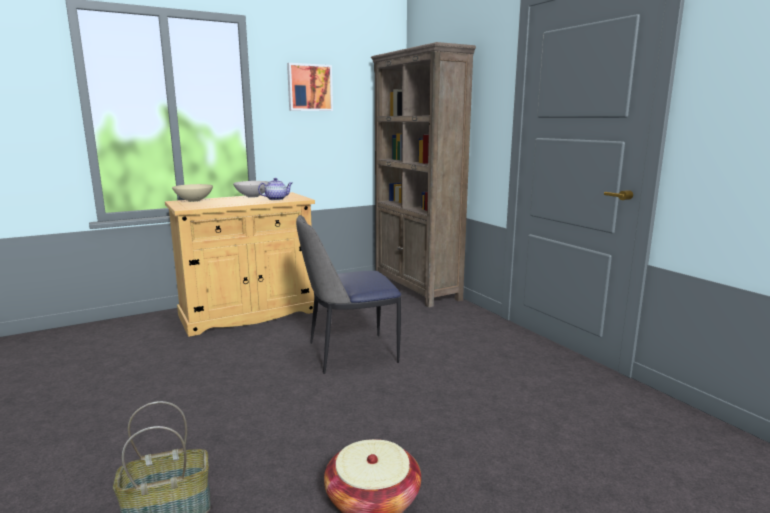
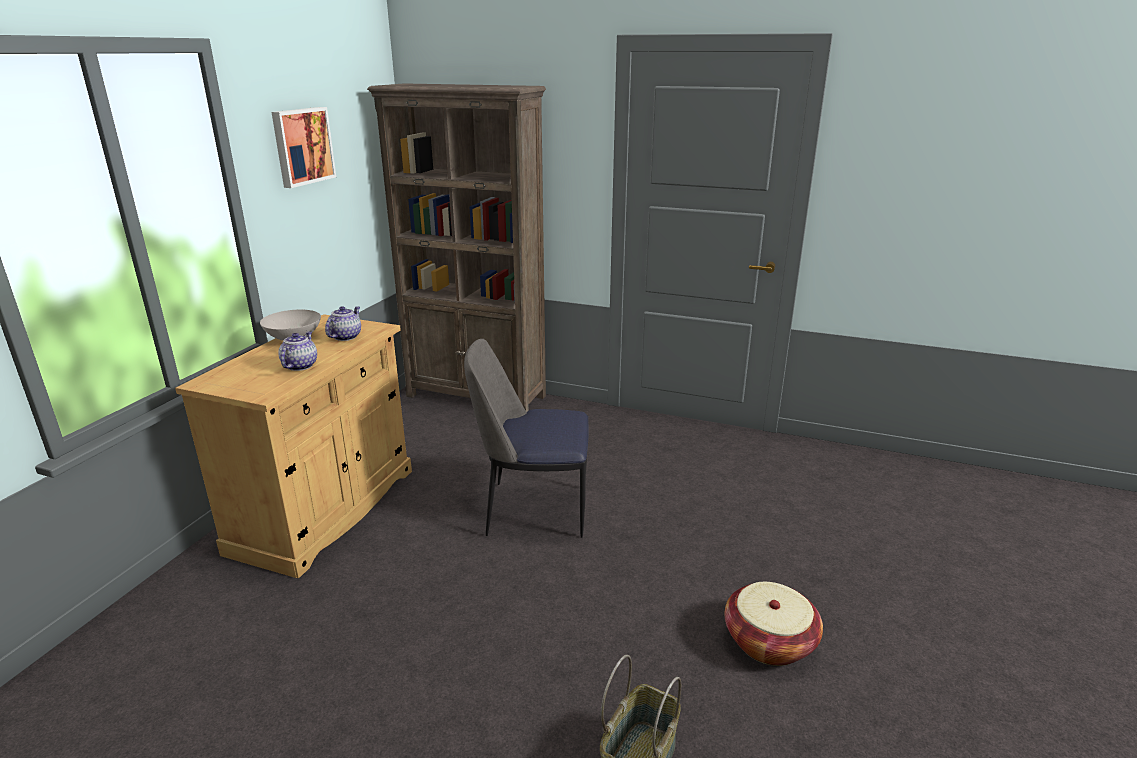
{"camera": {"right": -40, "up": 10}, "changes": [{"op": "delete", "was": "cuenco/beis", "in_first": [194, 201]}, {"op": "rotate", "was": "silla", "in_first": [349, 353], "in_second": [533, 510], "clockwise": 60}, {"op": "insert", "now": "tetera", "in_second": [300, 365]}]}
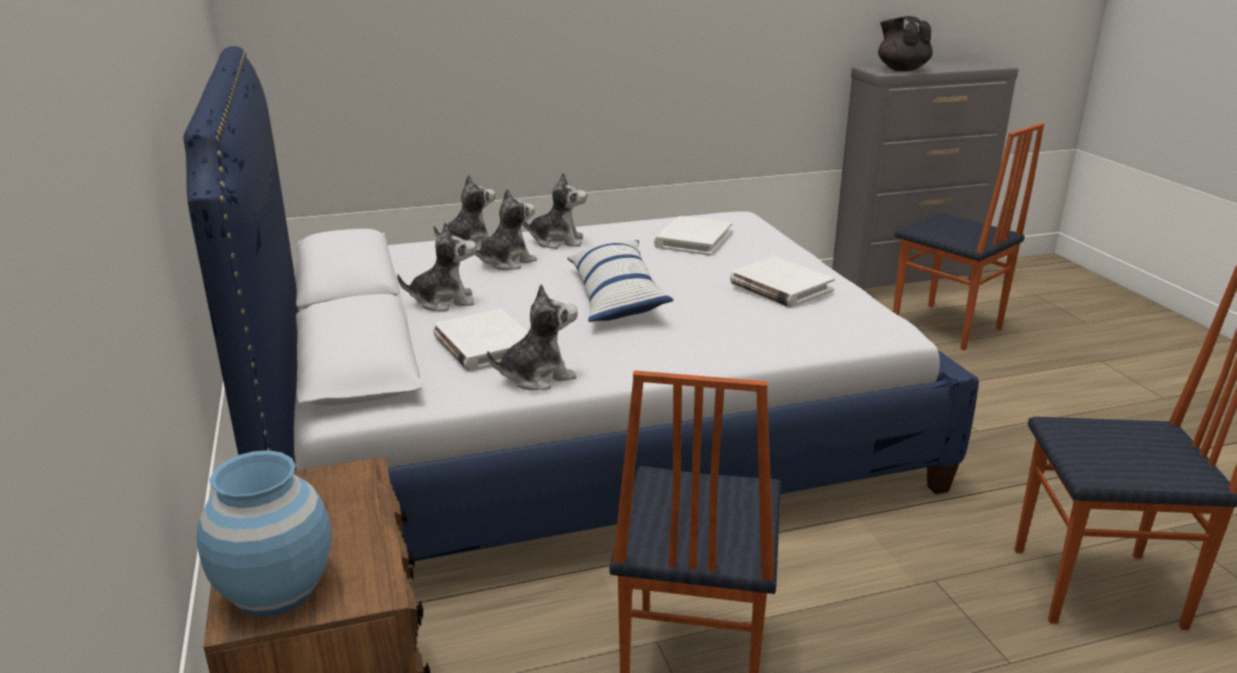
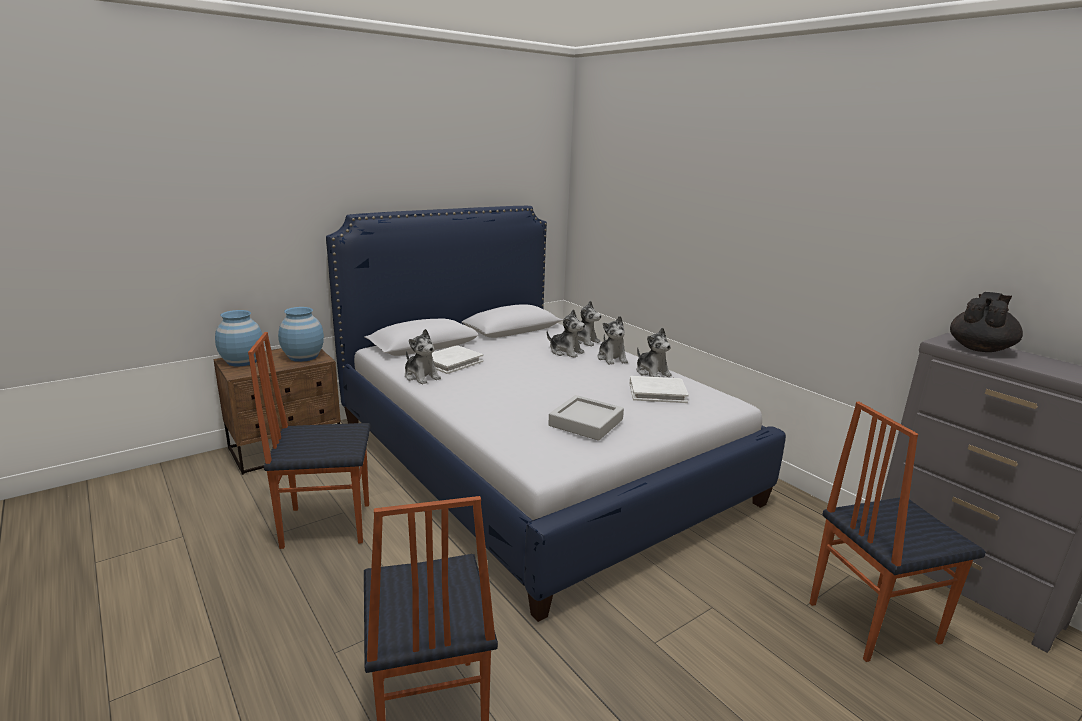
{"camera": {"right": 70, "up": -5}, "changes": [{"op": "rotate", "was": "silla", "in_first": [946, 327], "in_second": [870, 621], "clockwise": 45}, {"op": "move", "was": "peluche", "in_first": [443, 301], "in_second": [652, 372]}, {"op": "delete", "was": "cojín", "in_first": [615, 296]}, {"op": "replace", "was": "libro/blanco", "now": "bandeja/gris", "in_first": [780, 287], "in_second": [586, 423]}, {"op": "insert", "now": "florero/azul", "in_second": [303, 357]}]}
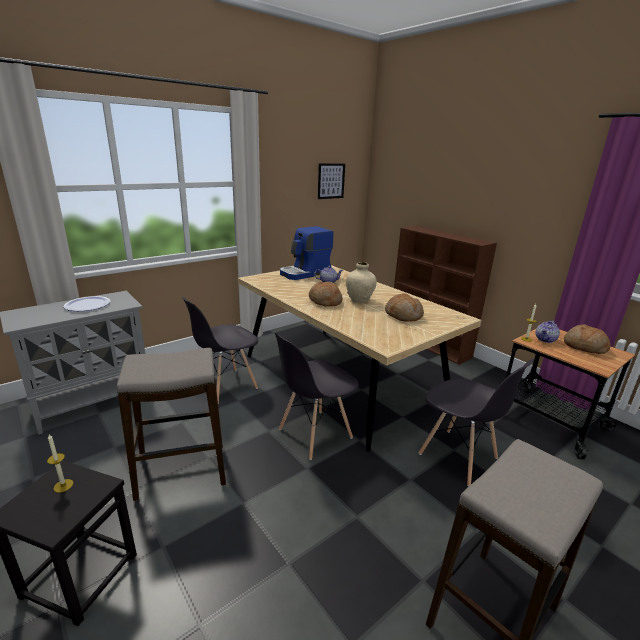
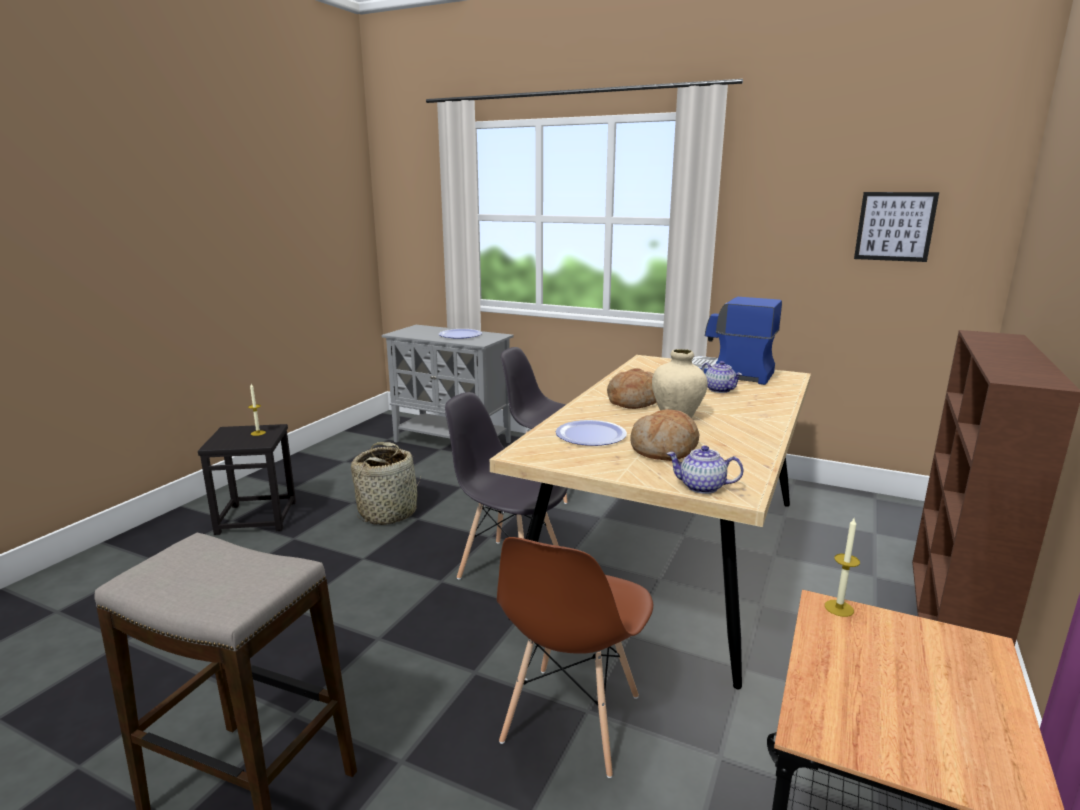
{"camera": {"right": 65, "up": -5}, "changes": [{"op": "move", "was": "tetera", "in_first": [545, 340], "in_second": [701, 487]}, {"op": "delete", "was": "pan", "in_first": [584, 347]}, {"op": "replace", "was": "taburete", "now": "cesta", "in_first": [181, 471], "in_second": [388, 512]}, {"op": "recolor", "was": "silla/gris", "now": "silla/marrón", "in_first": [458, 457], "in_second": [571, 720]}, {"op": "insert", "now": "plato", "in_second": [591, 435]}]}
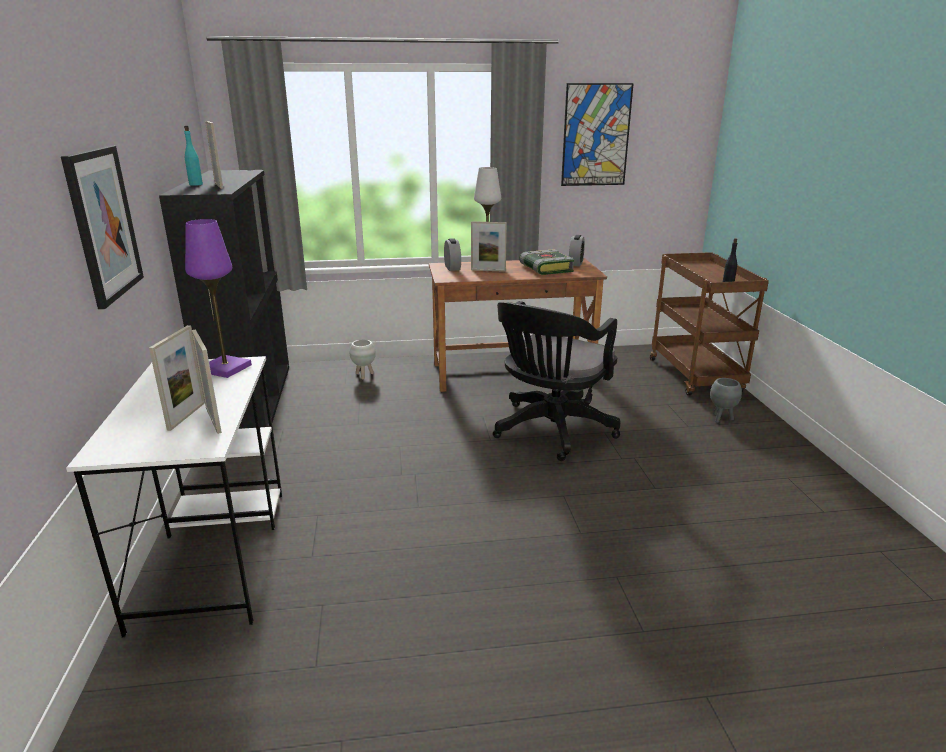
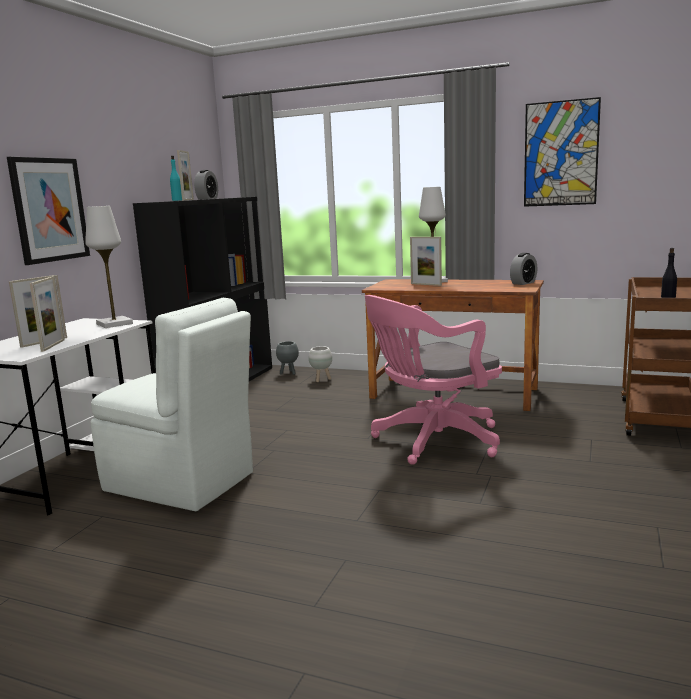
{"camera": {"right": 30, "up": -10}, "changes": [{"op": "recolor", "was": "lámpara de mesa/morado", "now": "lámpara de mesa/blanco", "in_first": [225, 368], "in_second": [114, 324]}, {"op": "move", "was": "despertador", "in_first": [452, 268], "in_second": [207, 199]}, {"op": "delete", "was": "libro", "in_first": [545, 269]}, {"op": "recolor", "was": "silla de oficina/negro", "now": "silla de oficina/rosa", "in_first": [550, 431], "in_second": [432, 441]}, {"op": "move", "was": "maceta/gris", "in_first": [721, 419], "in_second": [288, 373]}, {"op": "insert", "now": "silla/blanco", "in_second": [182, 483]}]}
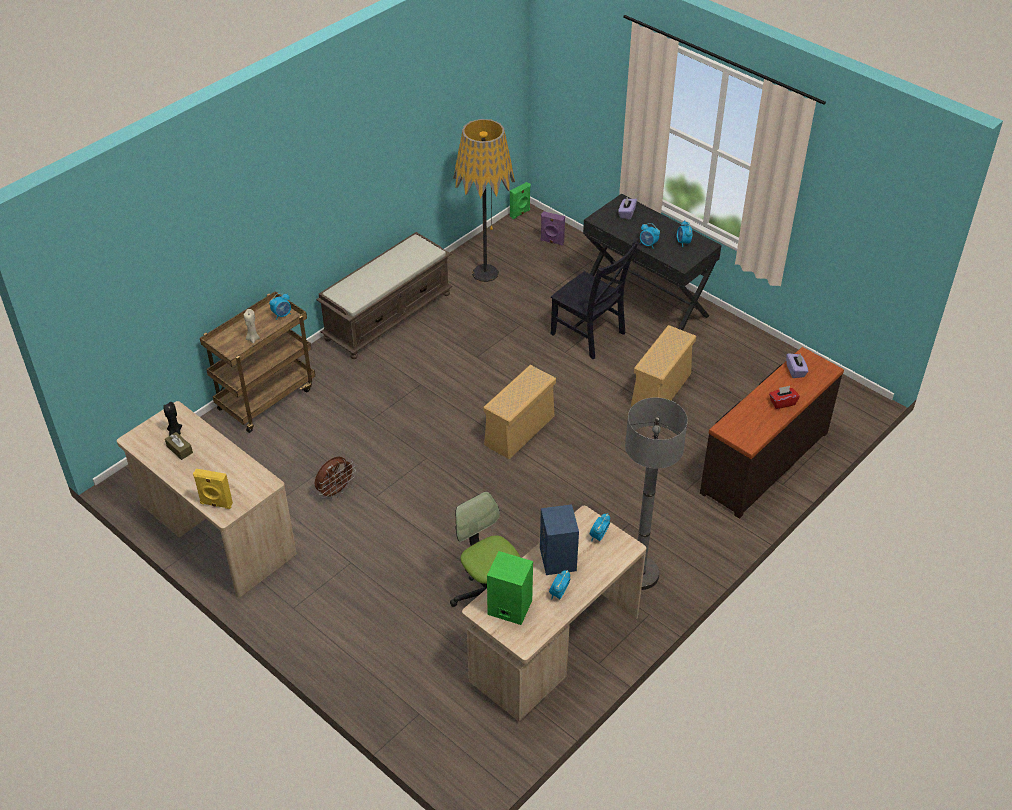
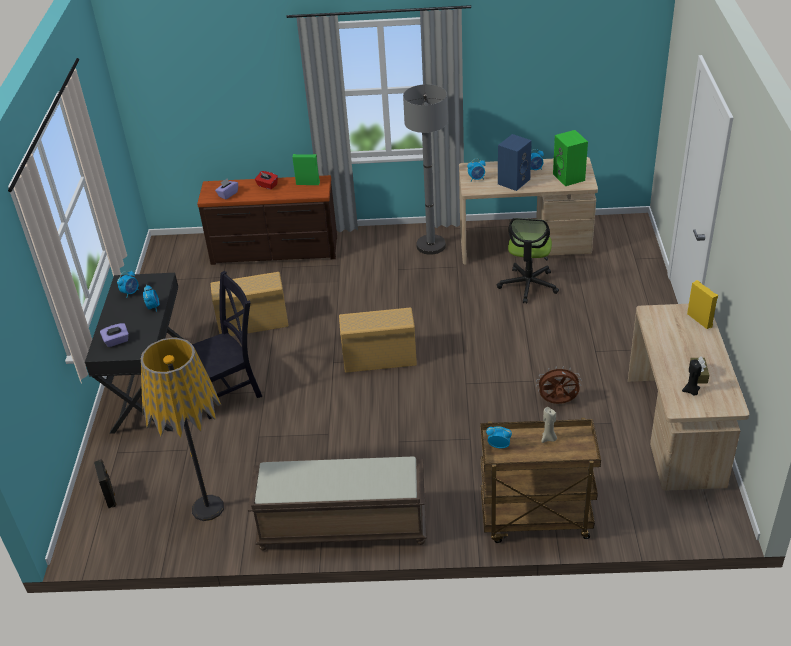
{"camera": {"right": -130, "up": -5}, "changes": [{"op": "move", "was": "altavoz/verde", "in_first": [520, 213], "in_second": [308, 183]}, {"op": "recolor", "was": "altavoz/morado", "now": "altavoz/negro", "in_first": [552, 242], "in_second": [110, 497]}, {"op": "rotate", "was": "silla/negro", "in_first": [590, 335], "in_second": [228, 391], "clockwise": 60}]}
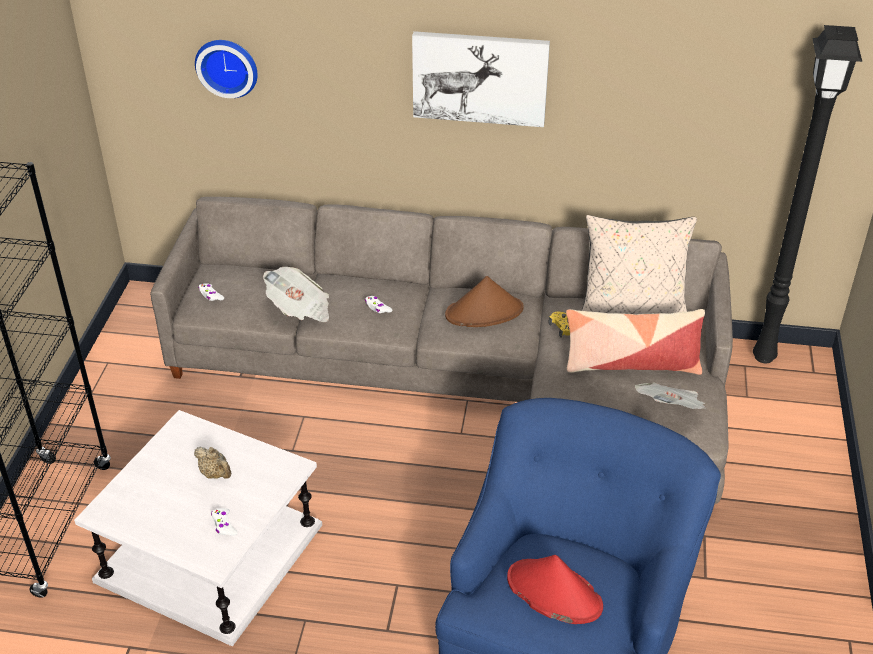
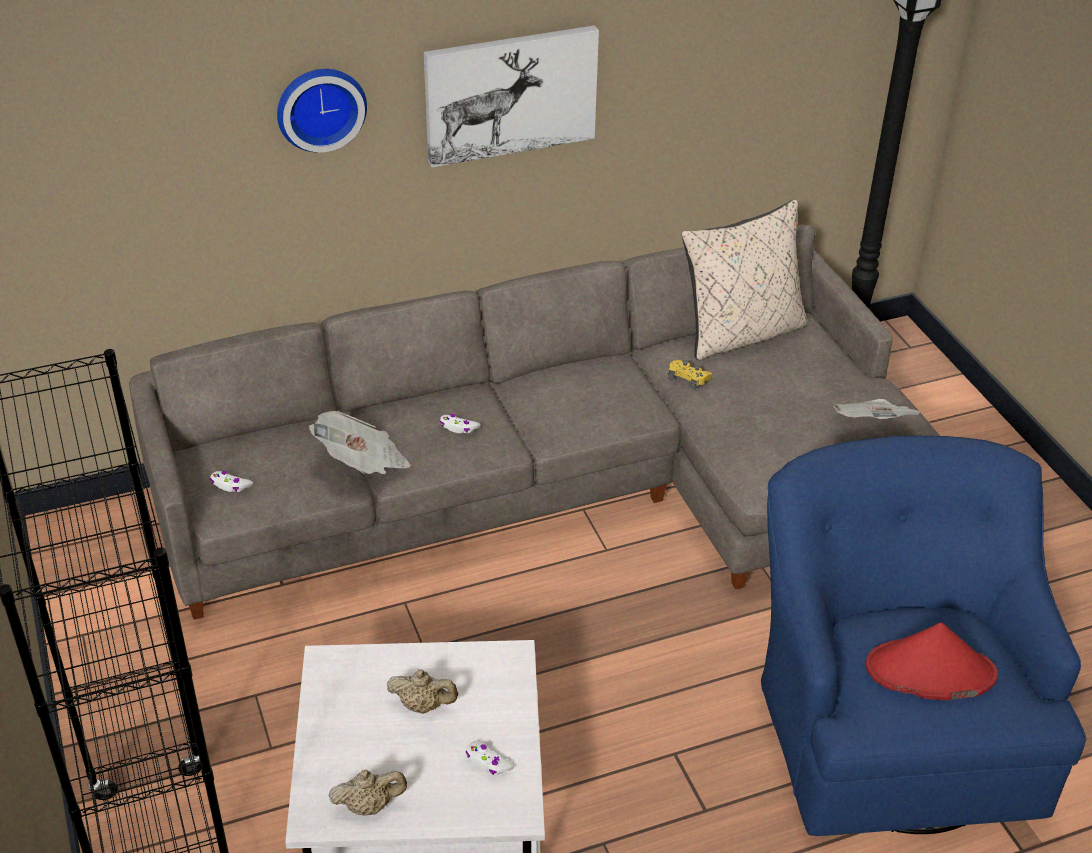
{"camera": {"right": -30, "up": 0}, "changes": [{"op": "move", "was": "reloj de pared", "in_first": [227, 66], "in_second": [320, 107]}, {"op": "delete", "was": "sombrero/marrón", "in_first": [484, 312]}, {"op": "delete", "was": "cojín", "in_first": [631, 363]}, {"op": "insert", "now": "tetera/beis", "in_second": [369, 805]}]}
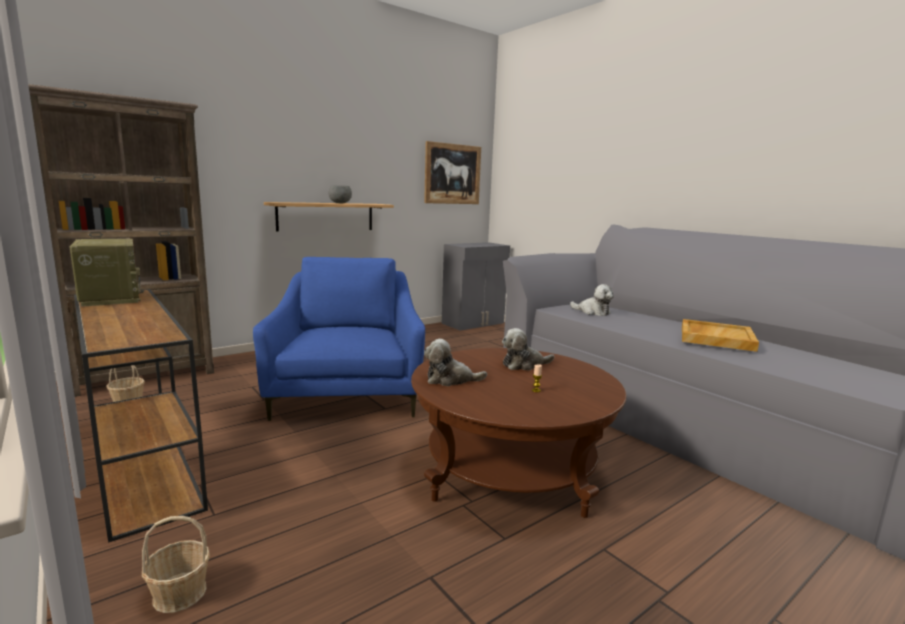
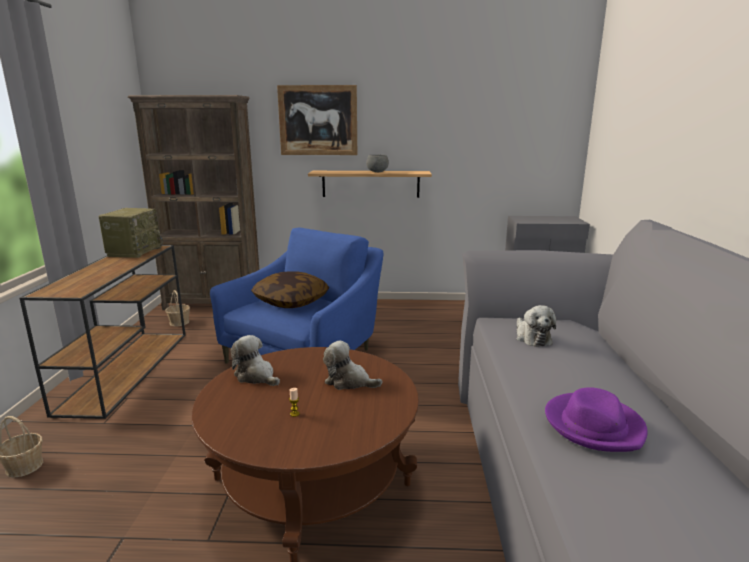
{"camera": {"right": 40, "up": 5}, "changes": [{"op": "move", "was": "cuadro", "in_first": [452, 174], "in_second": [318, 120]}, {"op": "replace", "was": "bandeja/beis", "now": "sombrero/morado", "in_first": [715, 338], "in_second": [594, 425]}, {"op": "insert", "now": "cojín", "in_second": [291, 301]}]}
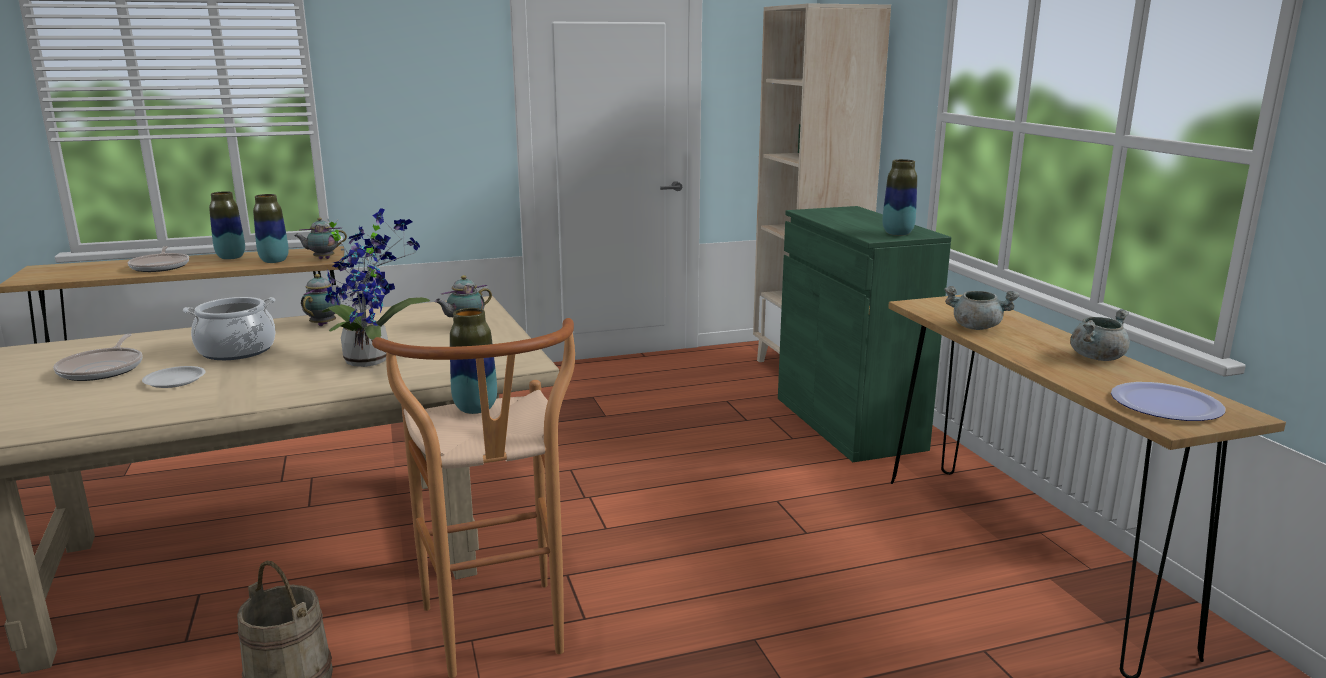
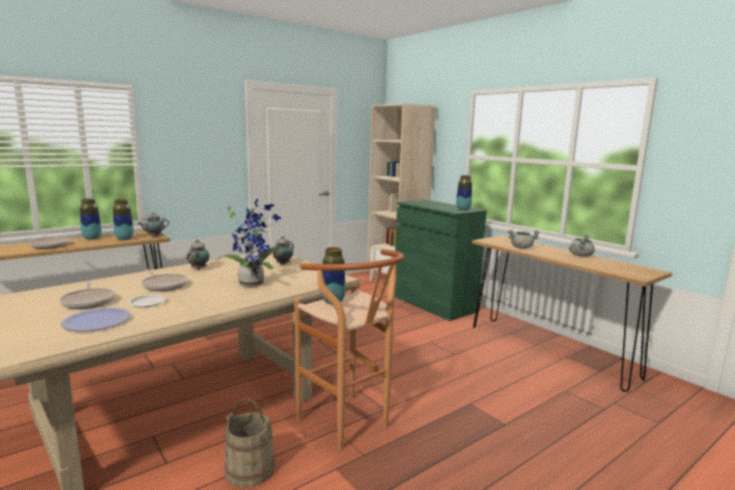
{"camera": {"right": -20, "up": -5}, "changes": [{"op": "replace", "was": "olla", "now": "sartén", "in_first": [236, 350], "in_second": [164, 285]}, {"op": "move", "was": "plato", "in_first": [1166, 404], "in_second": [97, 321]}]}
